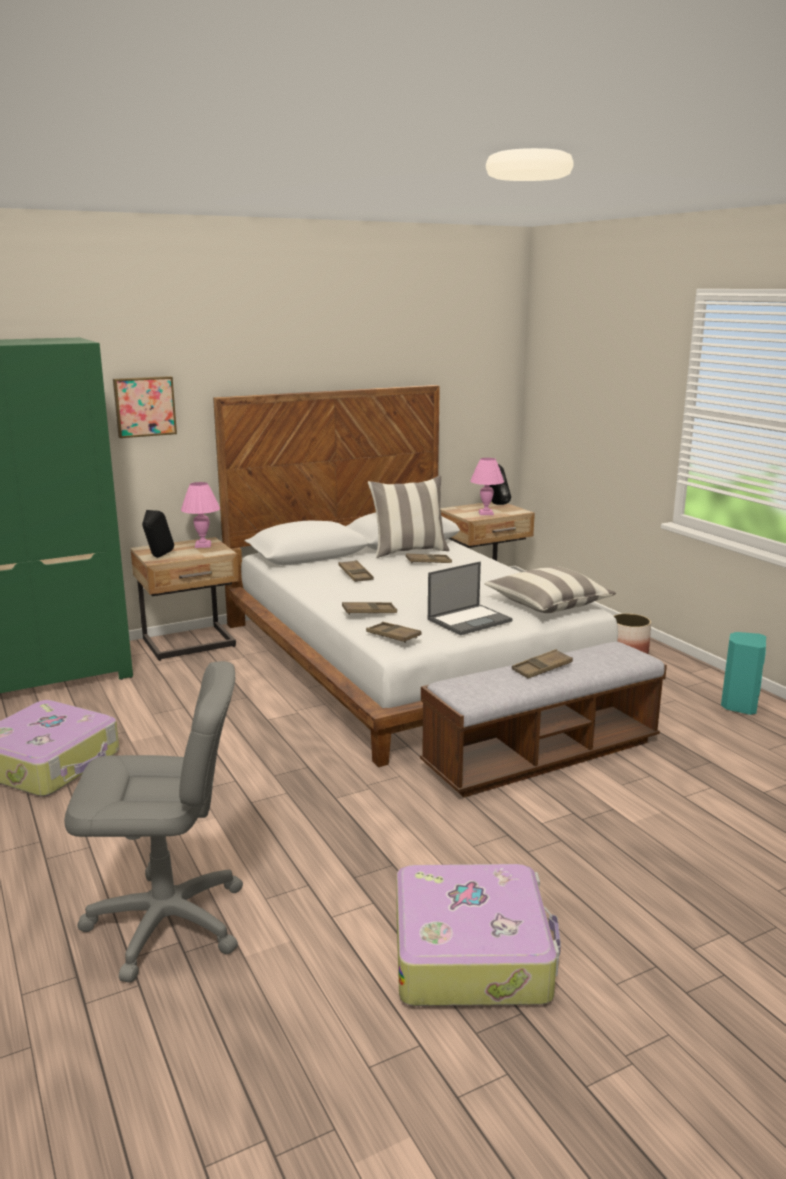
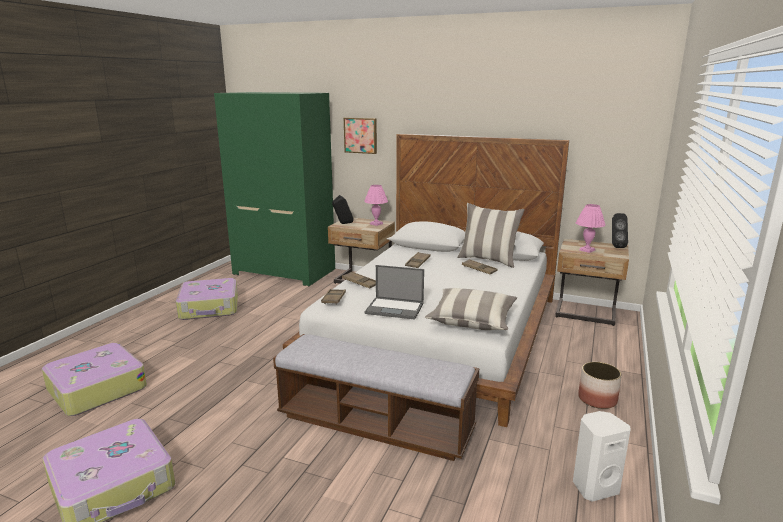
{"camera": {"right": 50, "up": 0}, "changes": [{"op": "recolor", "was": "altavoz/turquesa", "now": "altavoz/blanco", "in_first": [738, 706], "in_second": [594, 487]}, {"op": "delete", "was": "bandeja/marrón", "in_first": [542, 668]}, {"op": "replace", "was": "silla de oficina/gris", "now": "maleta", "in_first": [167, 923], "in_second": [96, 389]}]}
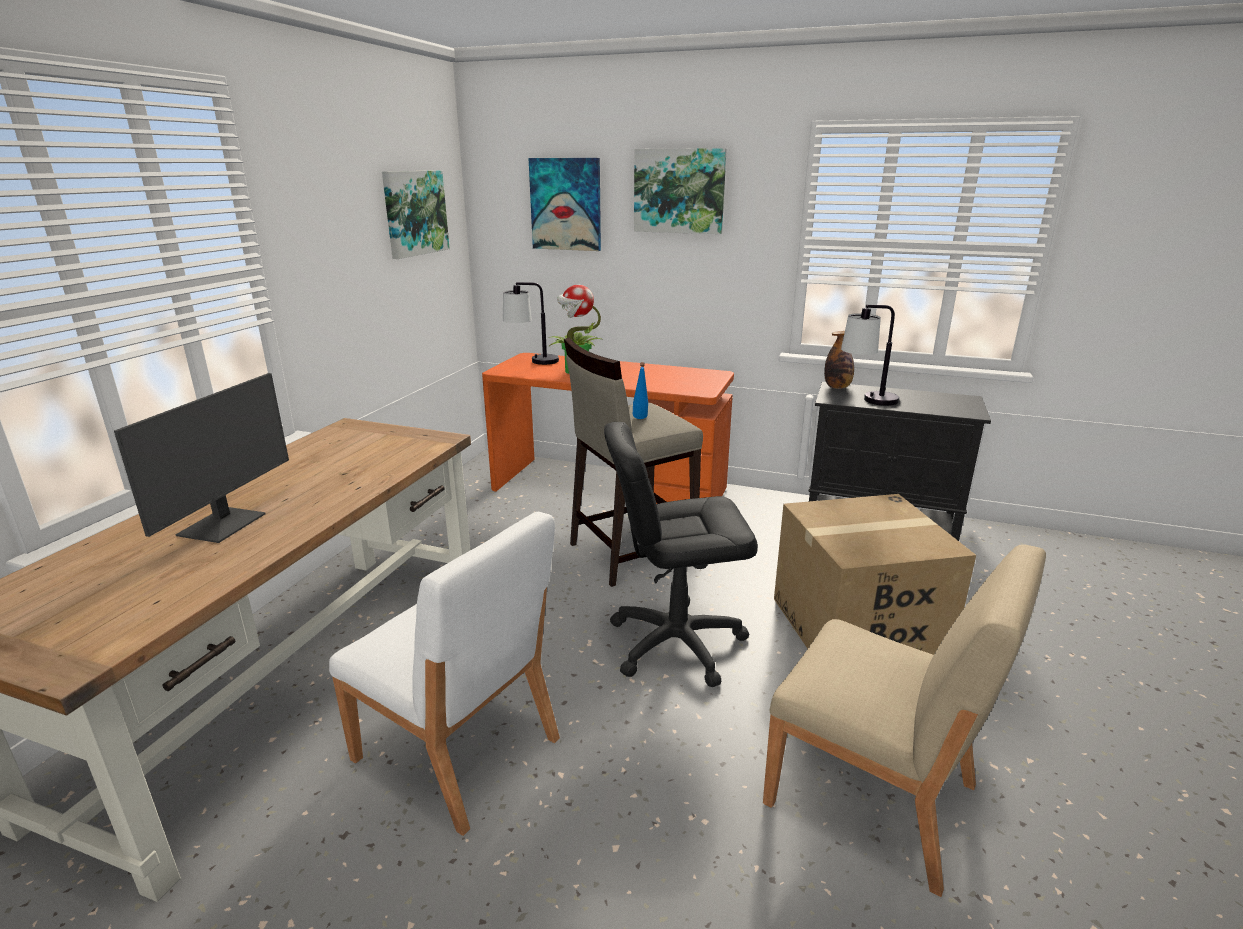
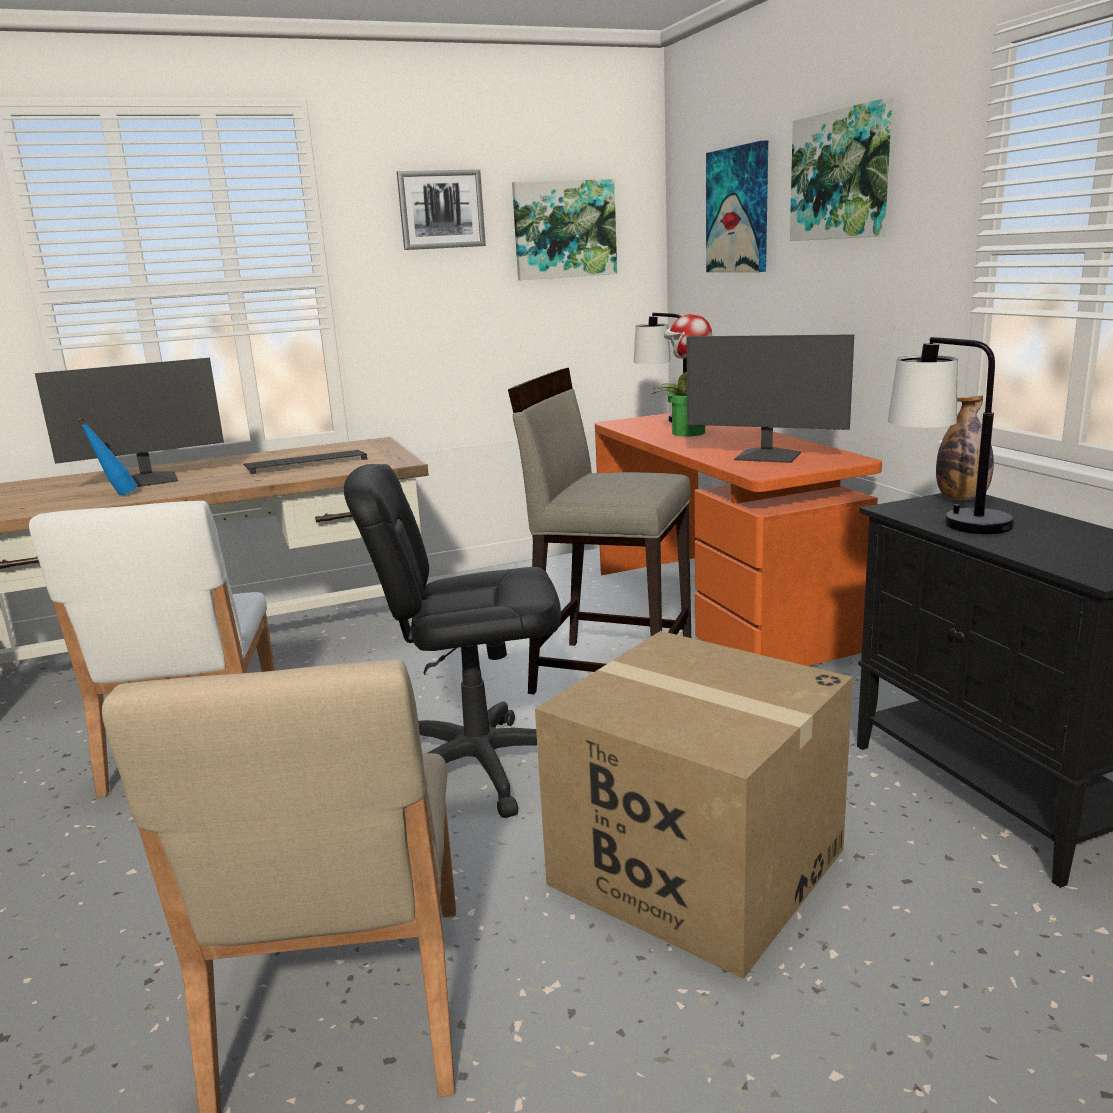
{"camera": {"right": 50, "up": -5}, "changes": [{"op": "move", "was": "botella/azul", "in_first": [640, 419], "in_second": [116, 496]}, {"op": "rotate", "was": "silla de oficina/negro", "in_first": [676, 642], "in_second": [478, 767], "clockwise": -45}, {"op": "insert", "now": "cuadro", "in_second": [441, 209]}, {"op": "insert", "now": "monitor", "in_second": [767, 457]}, {"op": "insert", "now": "teclado", "in_second": [307, 463]}]}
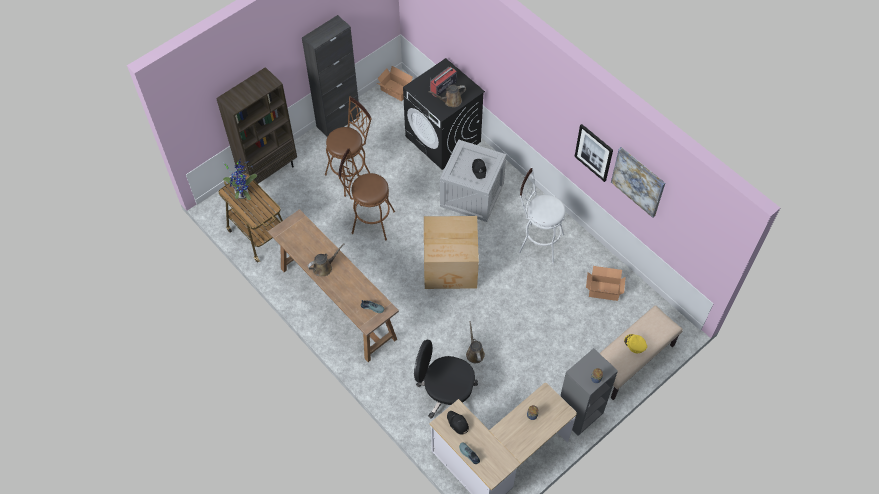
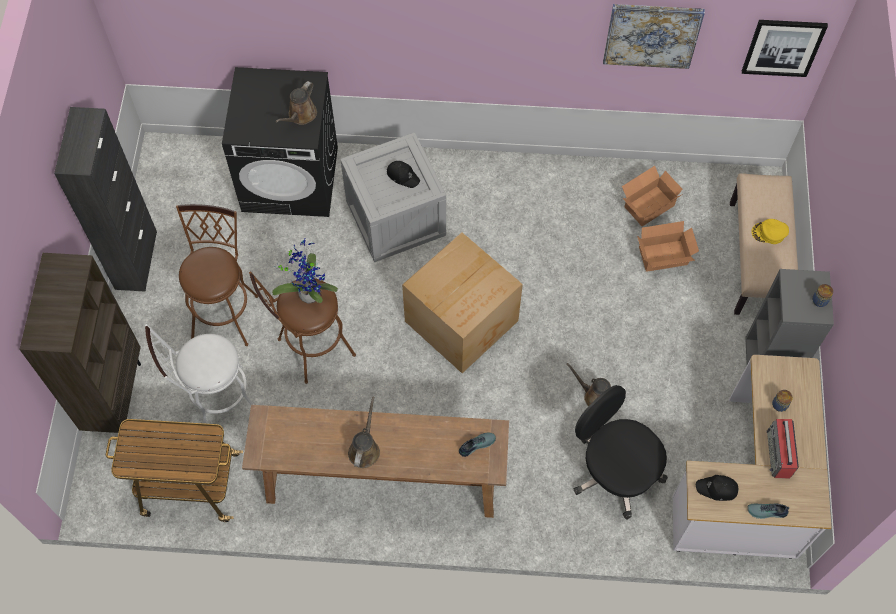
{"camera": {"right": -45, "up": 5}, "changes": [{"op": "move", "was": "caja de cartón", "in_first": [395, 91], "in_second": [664, 257]}, {"op": "move", "was": "radio", "in_first": [442, 87], "in_second": [779, 454]}, {"op": "move", "was": "cuadro", "in_first": [594, 152], "in_second": [783, 47]}, {"op": "move", "was": "planta en maceta", "in_first": [243, 193], "in_second": [309, 292]}, {"op": "move", "was": "taburete/blanco", "in_first": [537, 242], "in_second": [217, 403]}, {"op": "rotate", "was": "silla de oficina/negro", "in_first": [445, 393], "in_second": [614, 470], "clockwise": 75}]}
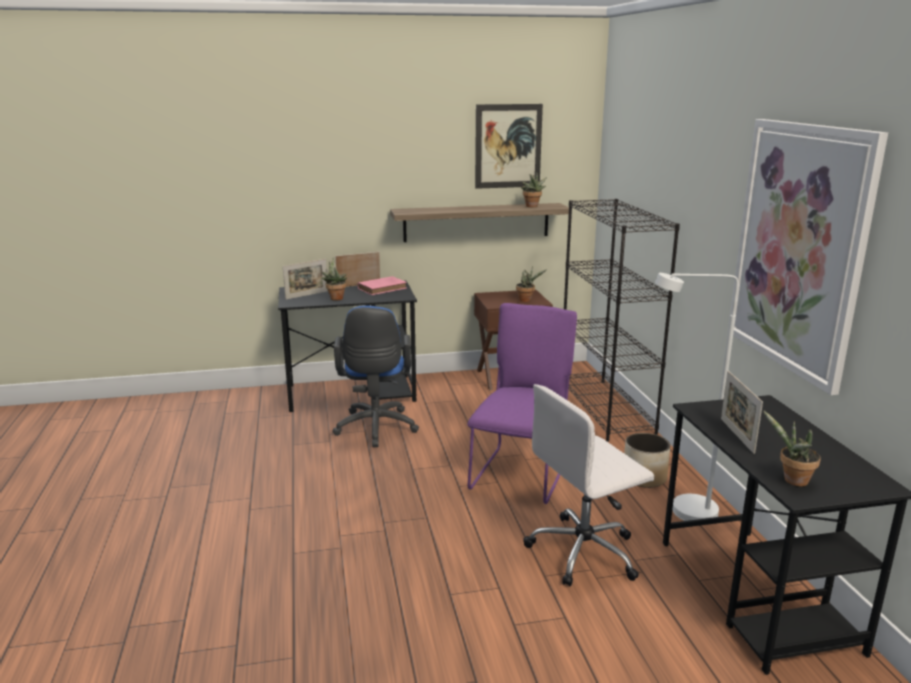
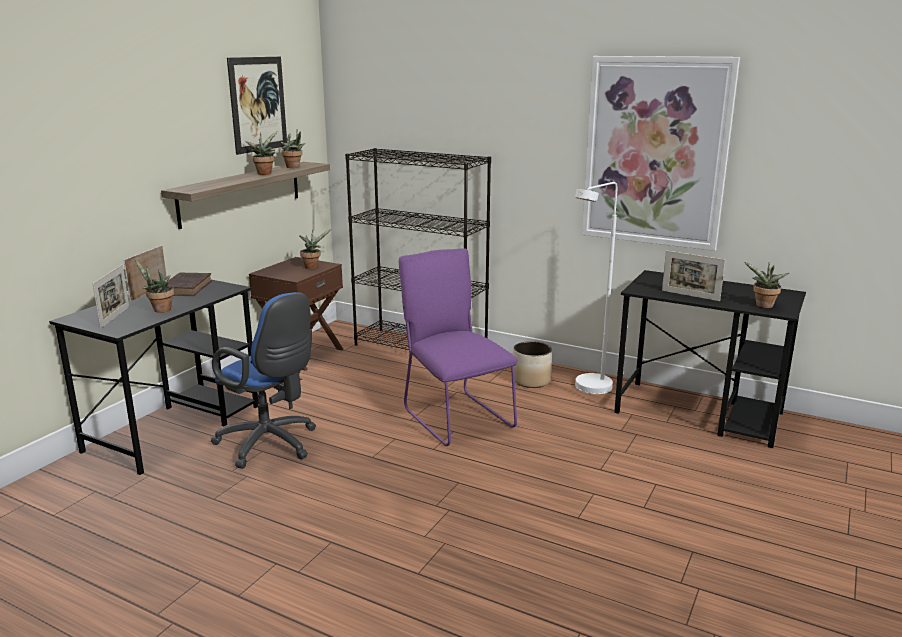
{"camera": {"right": -50, "up": 0}, "changes": [{"op": "recolor", "was": "libro/rosa", "now": "libro/marrón", "in_first": [383, 288], "in_second": [186, 287]}, {"op": "delete", "was": "silla de oficina/blanco", "in_first": [585, 552]}, {"op": "insert", "now": "planta en maceta", "in_second": [264, 173]}]}
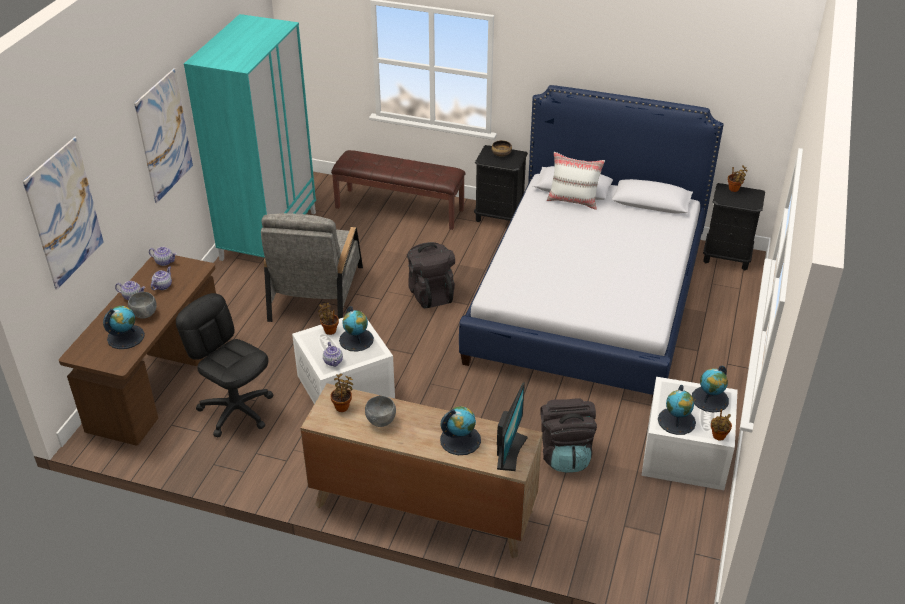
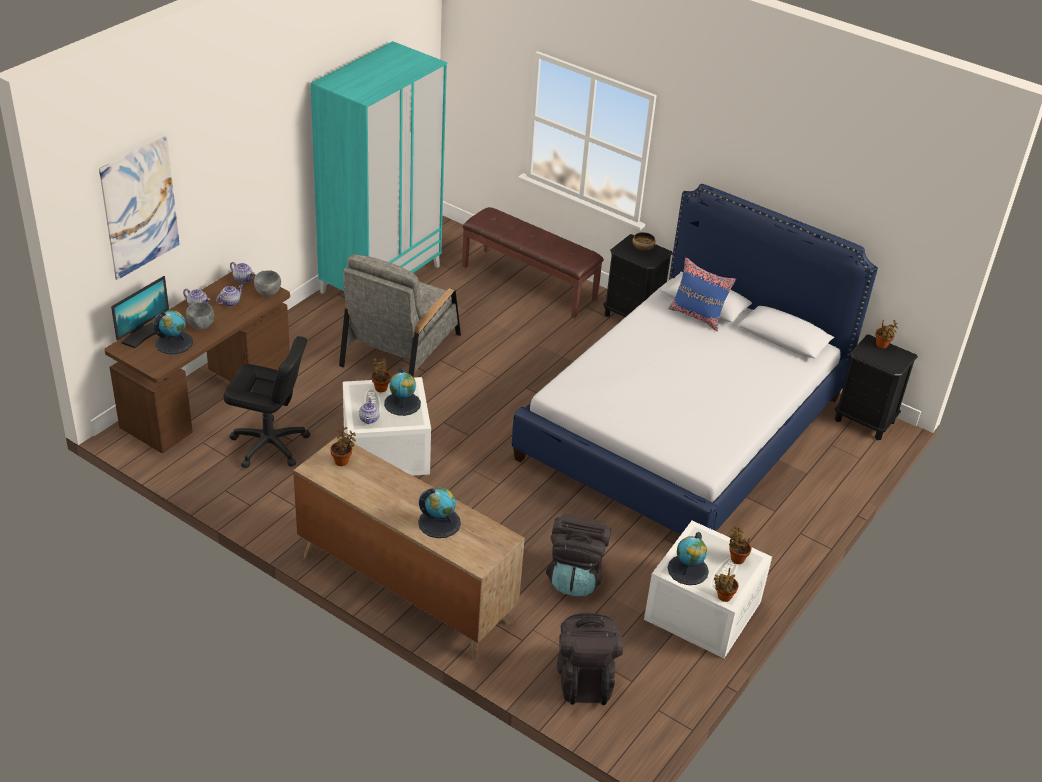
{"camera": {"right": 15, "up": 0}, "changes": [{"op": "delete", "was": "cuadro", "in_first": [164, 136]}, {"op": "recolor", "was": "cojín/blanco", "now": "cojín/azul", "in_first": [573, 201], "in_second": [697, 316]}, {"op": "move", "was": "mochila/negro", "in_first": [430, 293], "in_second": [584, 679]}, {"op": "rotate", "was": "silla de oficina/negro", "in_first": [236, 410], "in_second": [269, 445], "clockwise": 135}, {"op": "replace", "was": "globo terráqueo", "now": "planta en maceta", "in_first": [710, 399], "in_second": [736, 558]}, {"op": "move", "was": "monitor", "in_first": [510, 451], "in_second": [143, 334]}, {"op": "move", "was": "cuenco/gris", "in_first": [381, 421], "in_second": [268, 292]}]}
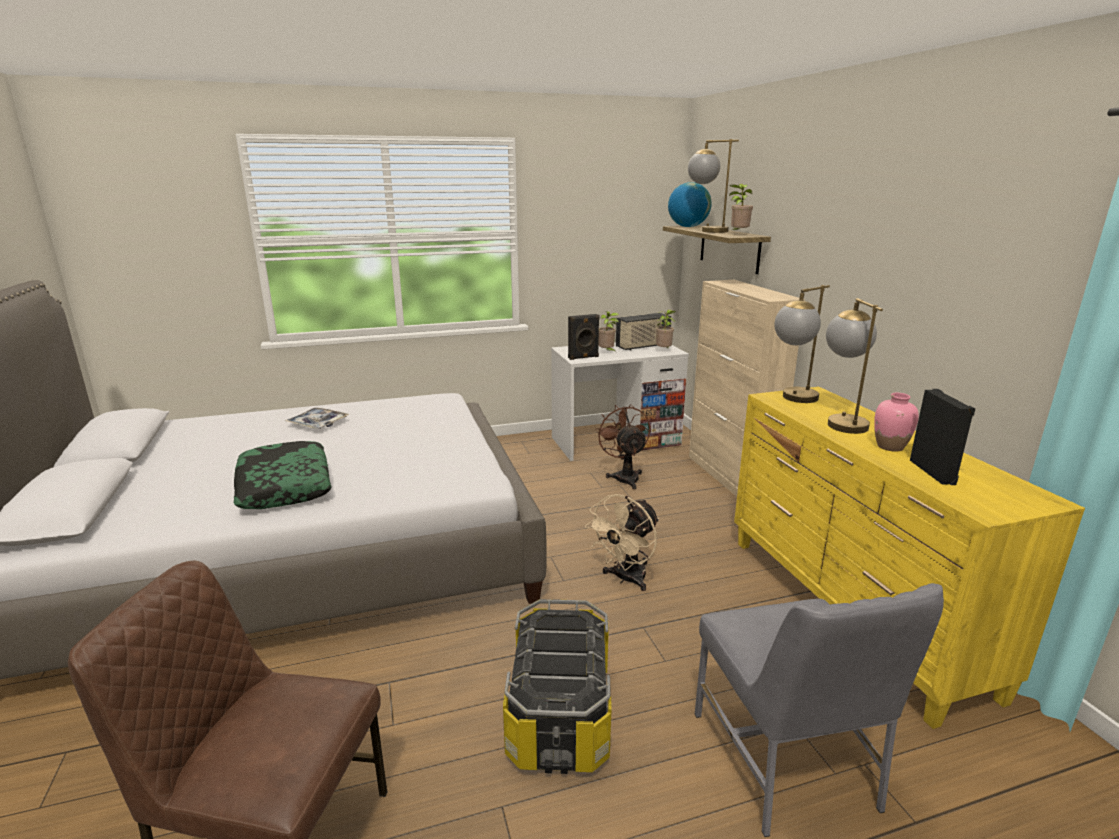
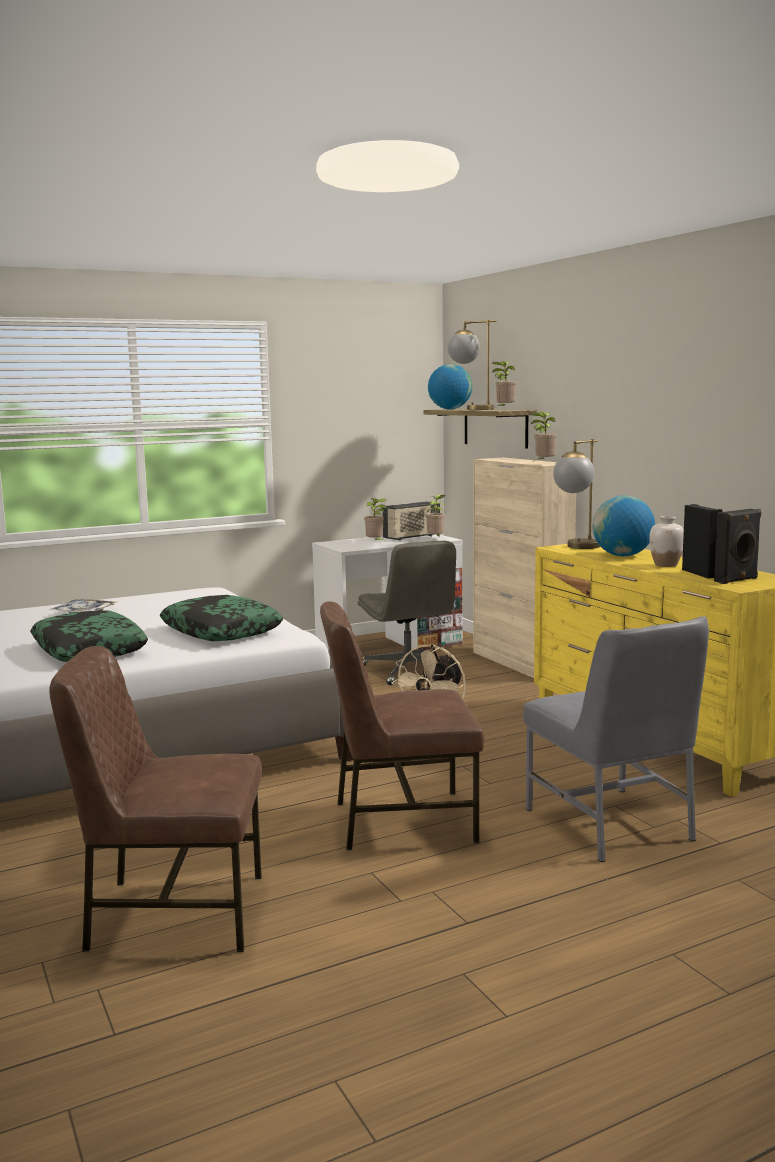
{"camera": {"right": -10, "up": -10}, "changes": [{"op": "replace", "was": "lámpara de mesa", "now": "globo terráqueo", "in_first": [841, 421], "in_second": [622, 556]}, {"op": "move", "was": "altavoz/negro", "in_first": [583, 357], "in_second": [737, 580]}, {"op": "recolor", "was": "florero/rosa", "now": "florero/blanco", "in_first": [890, 447], "in_second": [666, 565]}, {"op": "replace", "was": "ventilador/marrón", "now": "silla de oficina/gris", "in_first": [624, 476], "in_second": [408, 671]}, {"op": "replace", "was": "caja de almacenaje", "now": "silla/marrón", "in_first": [558, 713], "in_second": [401, 820]}, {"op": "insert", "now": "planta en maceta", "in_second": [543, 463]}, {"op": "insert", "now": "cojín", "in_second": [220, 631]}]}
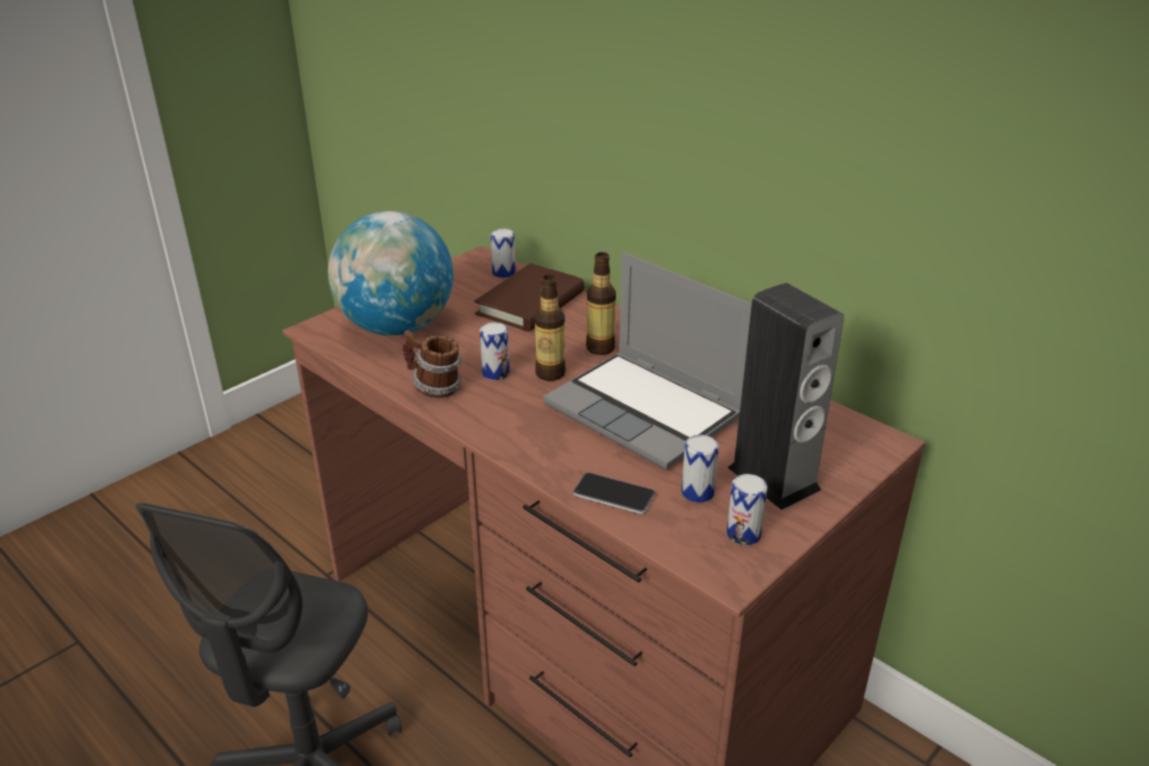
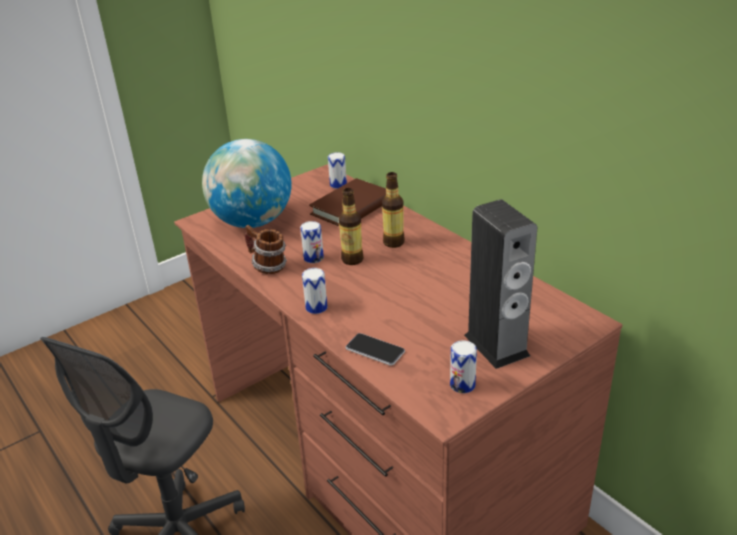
{"camera": {"right": 10, "up": 0}, "changes": [{"op": "delete", "was": "portátil", "in_first": [646, 411]}, {"op": "move", "was": "lata", "in_first": [697, 492], "in_second": [316, 307]}]}
